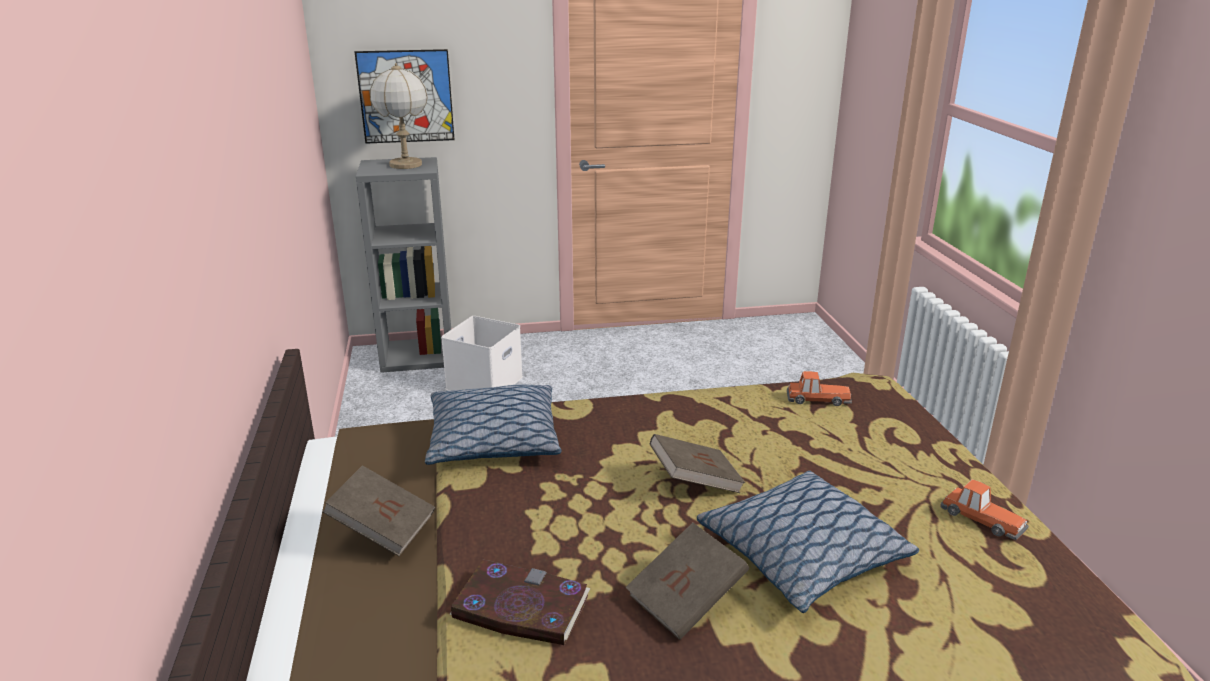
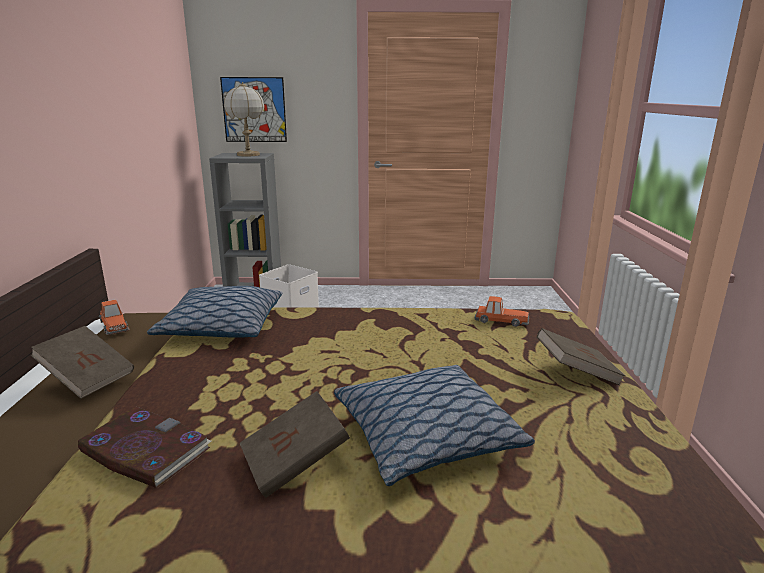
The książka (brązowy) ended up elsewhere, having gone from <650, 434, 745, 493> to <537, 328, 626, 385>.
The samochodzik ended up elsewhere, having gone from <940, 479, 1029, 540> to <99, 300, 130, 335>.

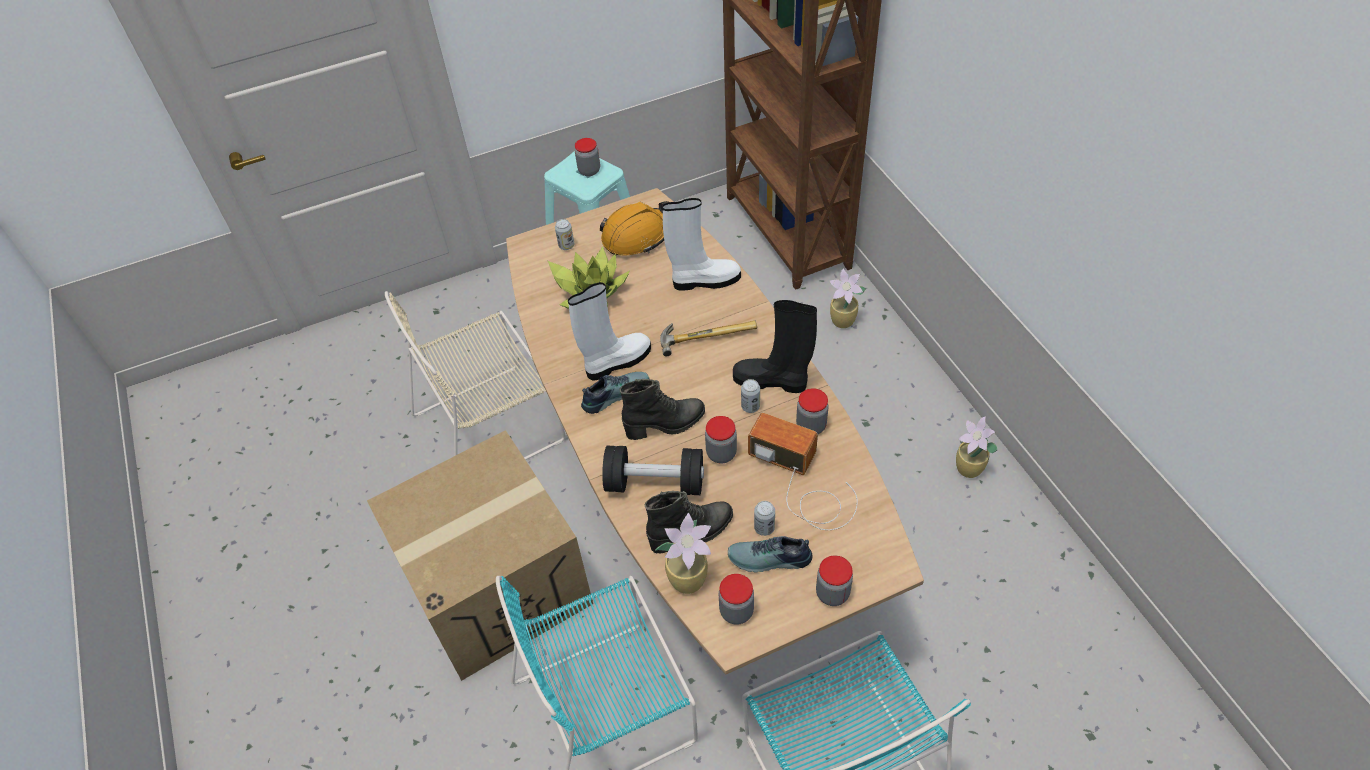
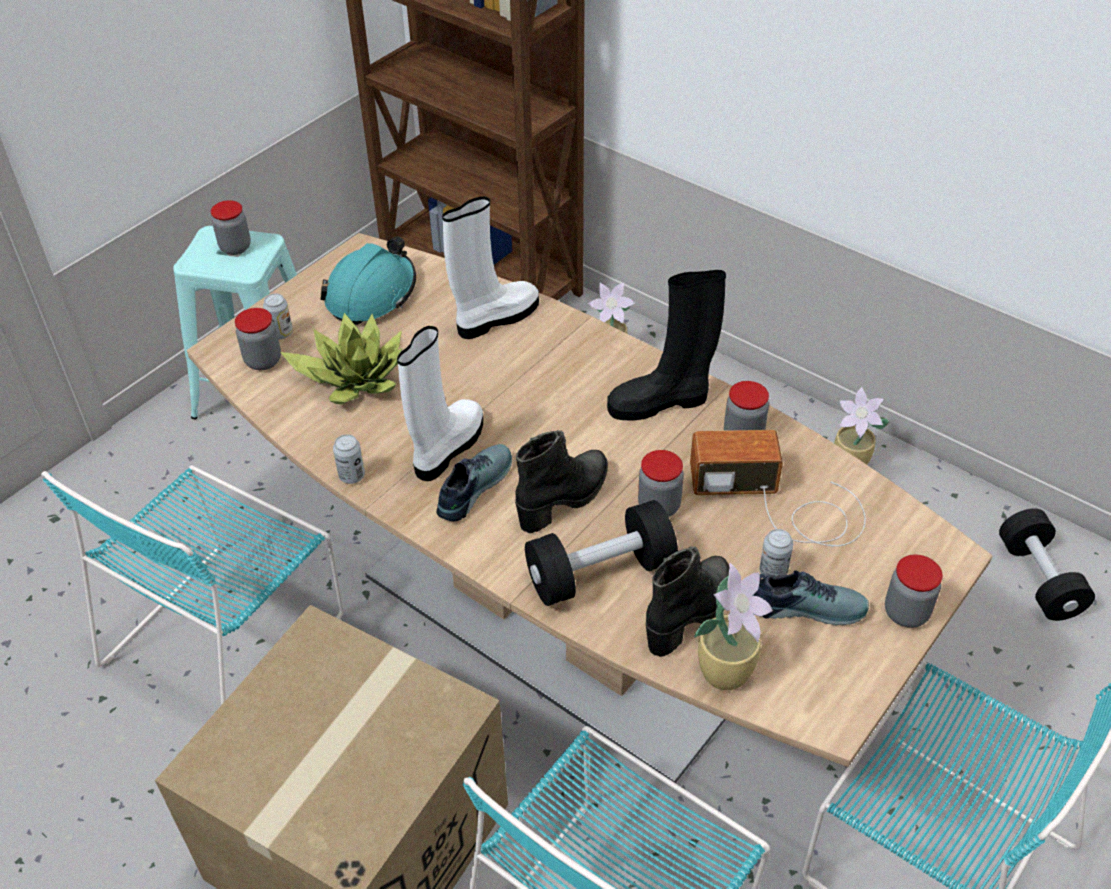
What was the krzesło (beżowy) at <385, 291, 566, 460> turned into the krzesło (turkusowy) at <41, 465, 344, 705>.
What was the kask (pomarańczowy) at <600, 201, 668, 255> turned into the kask (turkusowy) at <320, 237, 416, 325>.
The second view lost the młotek at <660, 320, 757, 356>.
The słoik ended up elsewhere, having gone from <719, 574, 754, 625> to <235, 308, 281, 370>.
The but at <728, 536, 812, 573> ended up facing another way, 150 degrees counterclockwise from before.
The puszka ended up elsewhere, having gone from <741, 379, 760, 413> to <333, 434, 365, 484>.
The second view gained the hantel (czarny) at <999, 508, 1095, 621>.

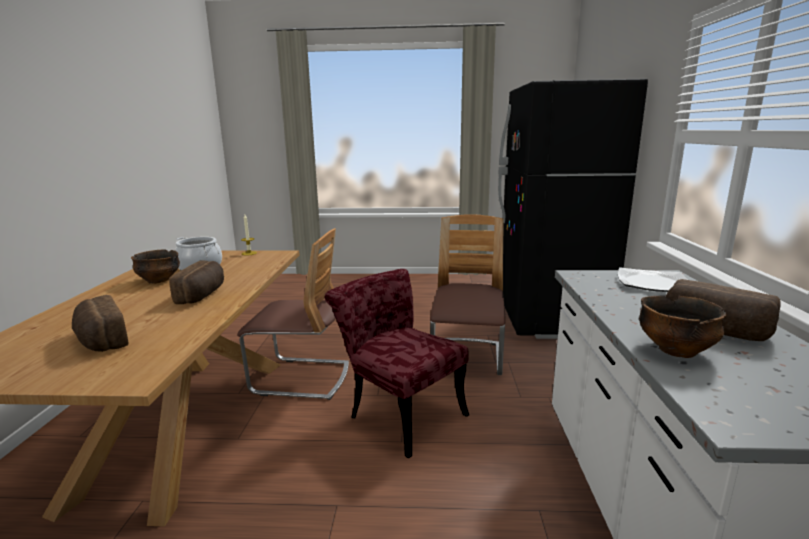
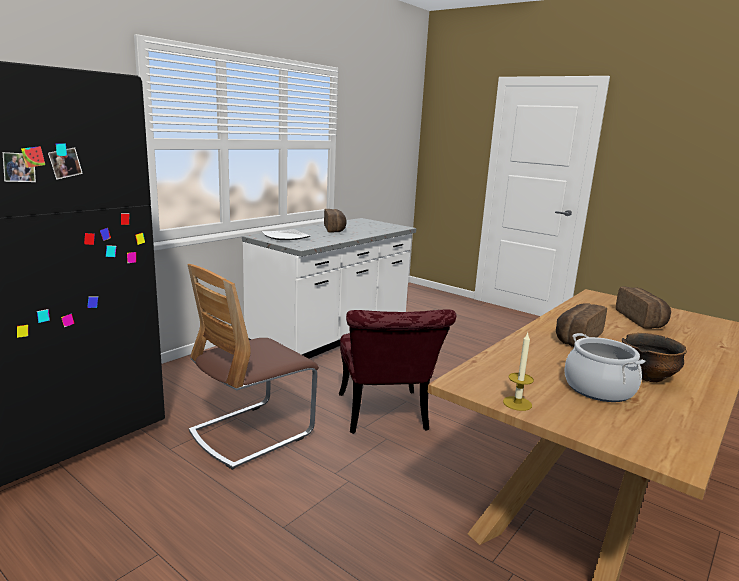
The second view lost the krzesło at <237, 228, 349, 400>.
The second view lost the miska at <639, 295, 727, 358>.

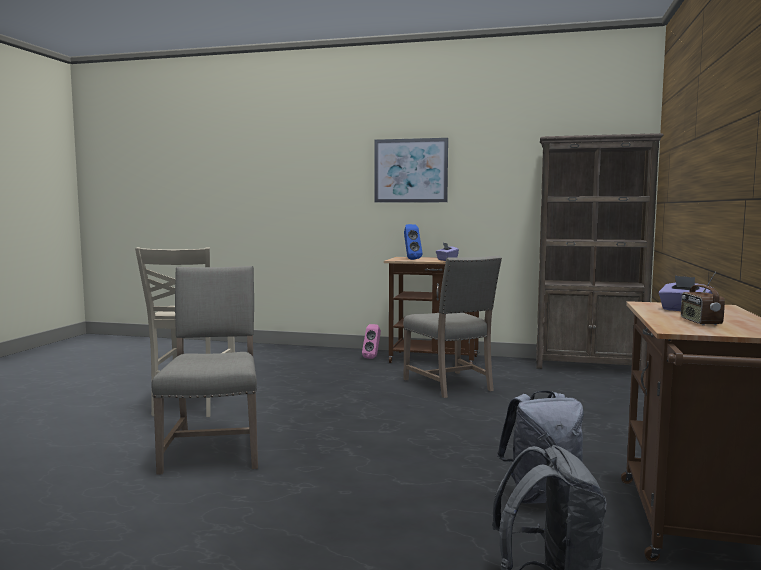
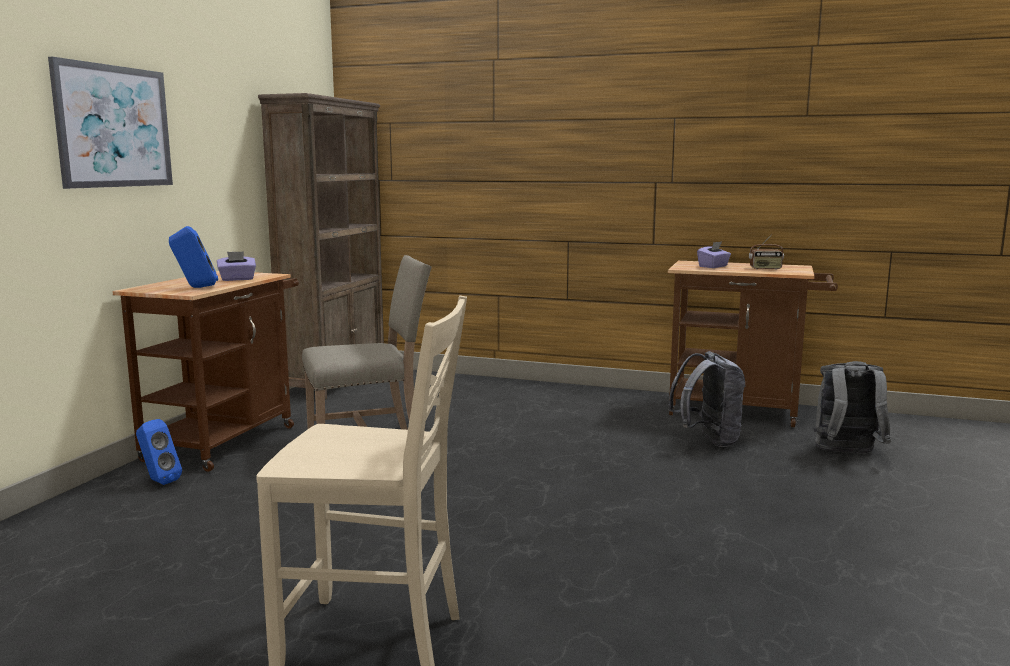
The second view lost the krzesło (beżowy) at <151, 266, 258, 475>.
What was the głośnik (różowy) at <362, 324, 381, 359> turned into the głośnik (niebieski) at <136, 419, 182, 485>.

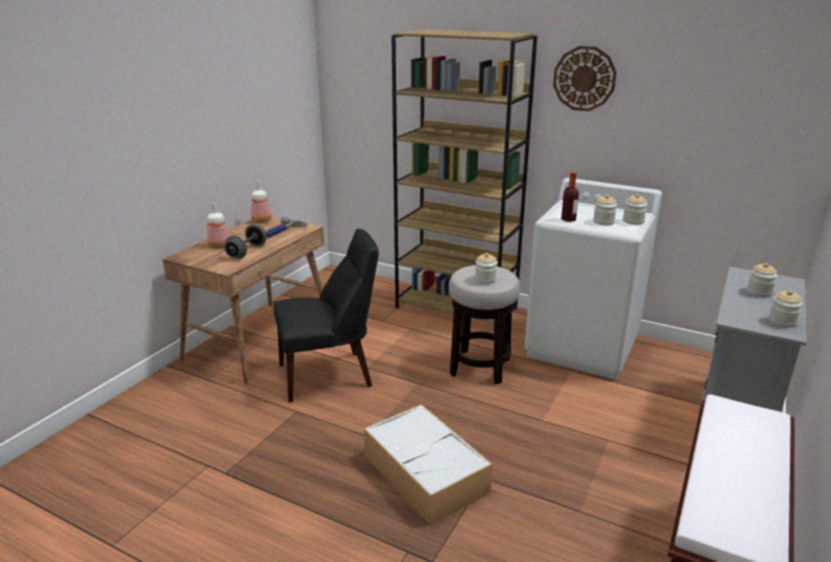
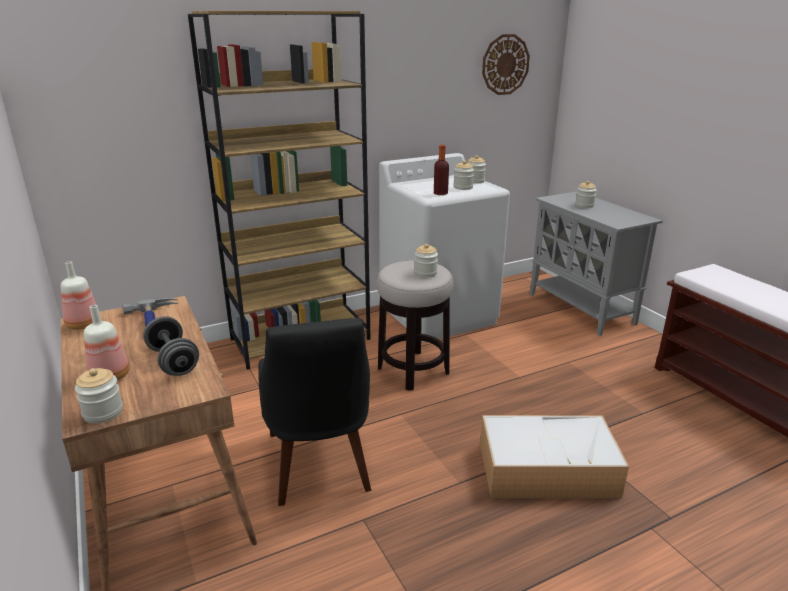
The krzesło (czarny) at <273, 229, 379, 403> ended up facing another way, 150 degrees clockwise from before.
The zegar ścienny ended up elsewhere, having gone from <553, 46, 617, 111> to <482, 34, 530, 95>.
The słoik ended up elsewhere, having gone from <768, 290, 803, 328> to <75, 368, 123, 423>.

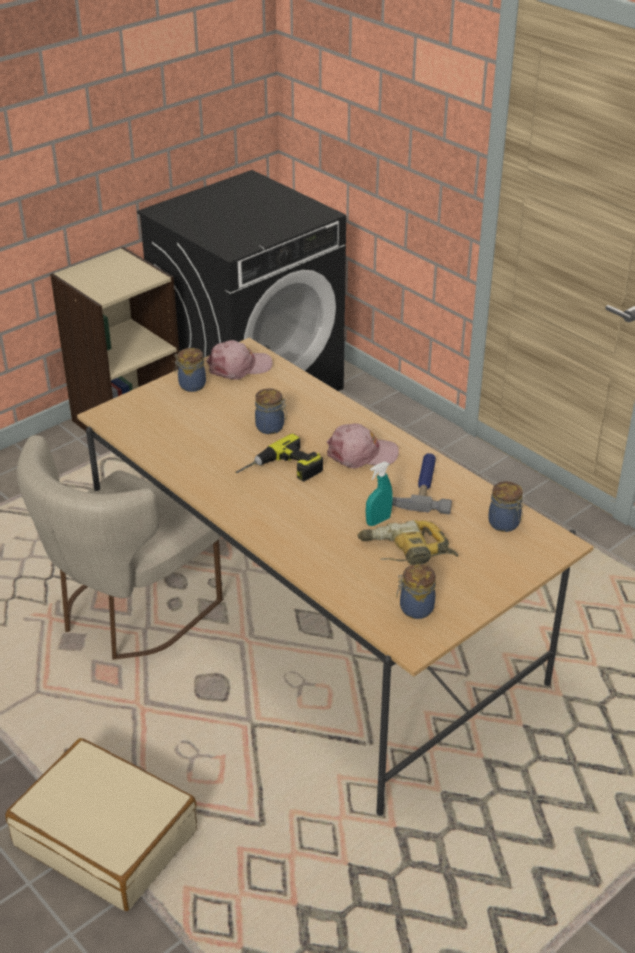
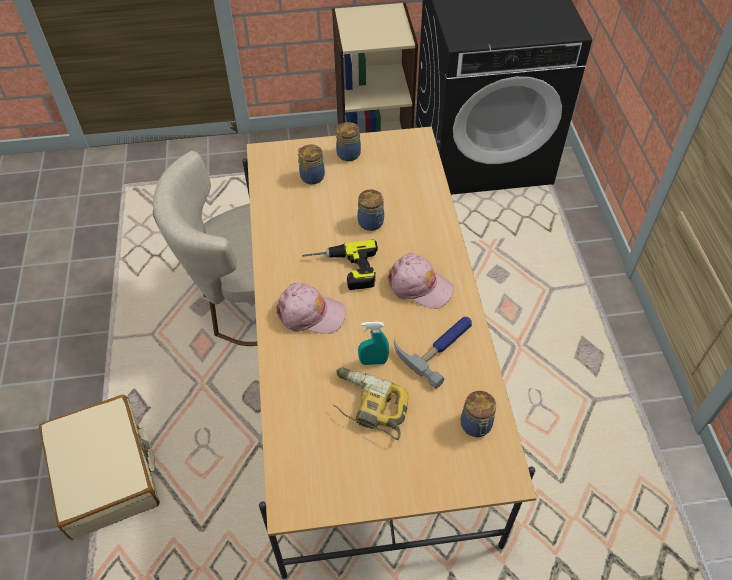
The czapka z daszkiem (różowy) ended up elsewhere, having gone from <206, 340, 273, 380> to <276, 283, 346, 334>.
The słoik ended up elsewhere, having gone from <397, 564, 436, 619> to <298, 145, 325, 184>.

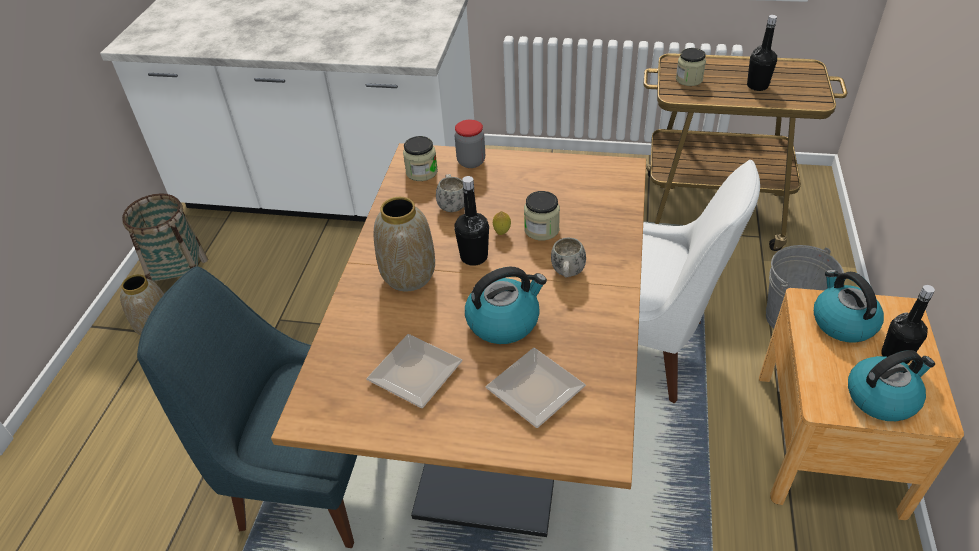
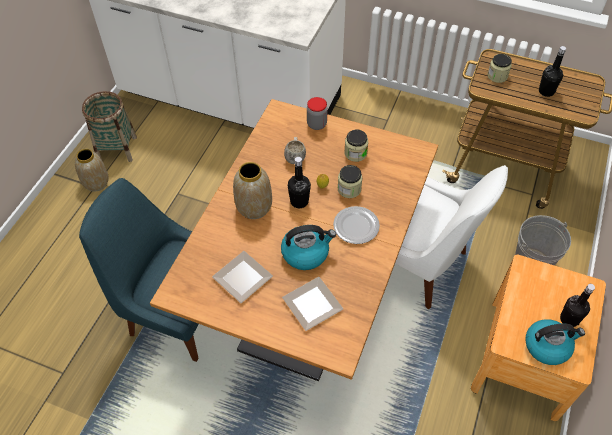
The słoik ended up elsewhere, having gone from <403, 136, 438, 181> to <344, 130, 368, 162>.
Where the kubek (biały) stood at <551, 238, 586, 277>, the talerz came to stand at <333, 206, 380, 244>.
The second view lost the czajnik at <814, 270, 884, 343>.

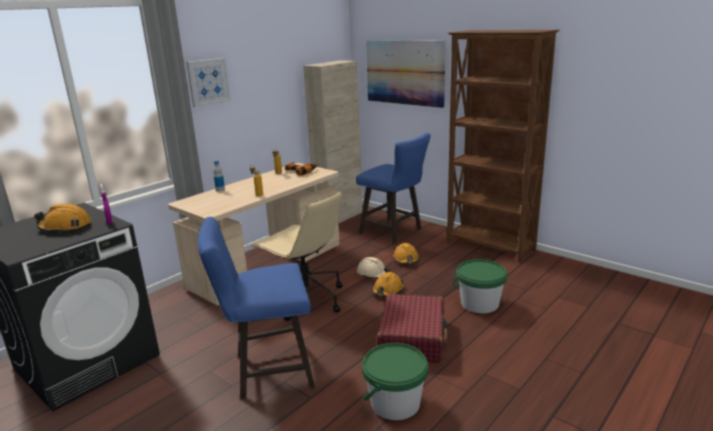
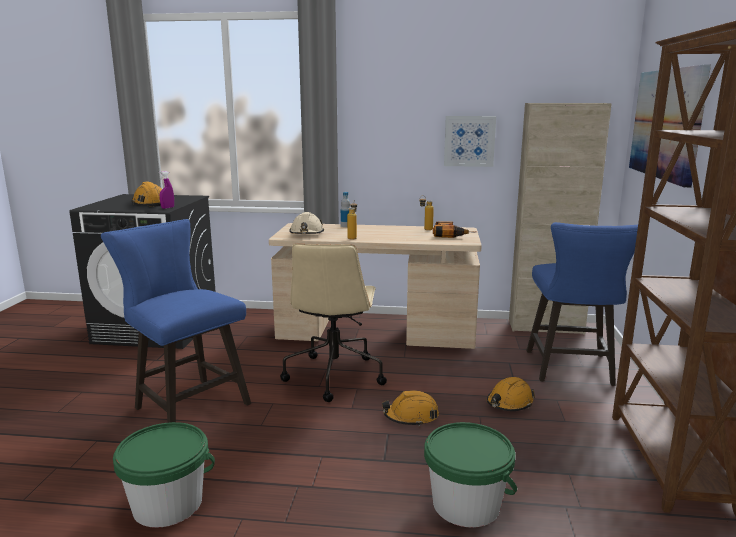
The obraz ended up elsewhere, having gone from <186, 58, 231, 107> to <444, 116, 496, 167>.
The kask (beżowy) ended up elsewhere, having gone from <357, 257, 390, 278> to <289, 212, 324, 234>.
The second view lost the walizka (czerwony) at <377, 294, 448, 363>.

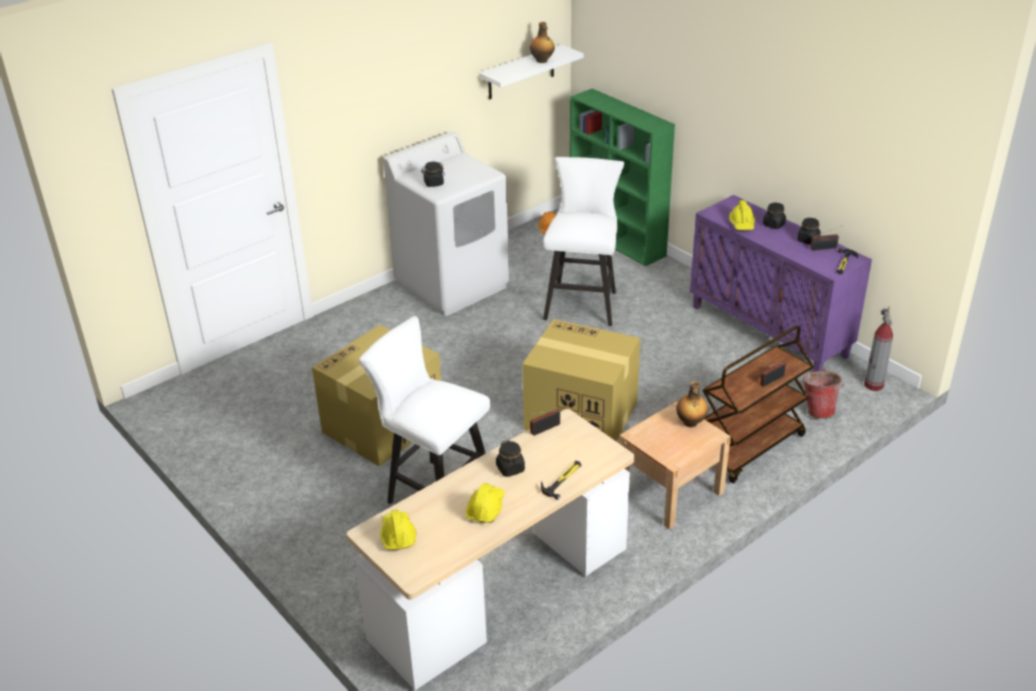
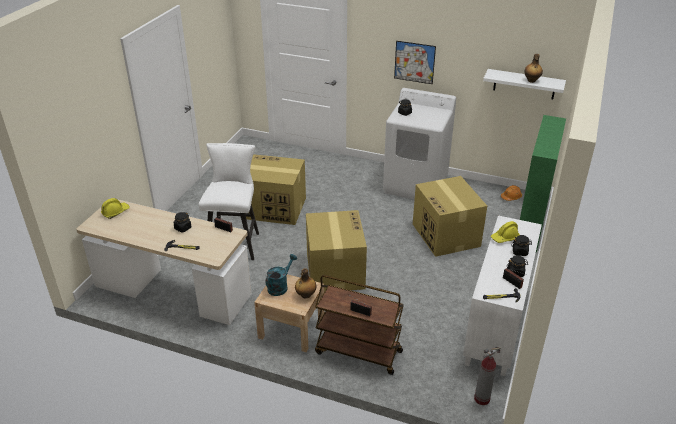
The second view lost the kask (żółty) at <466, 483, 504, 523>.
Where the stołek (biały) stood at <543, 157, 624, 326>, the karton came to stand at <413, 176, 487, 257>.
What was the szafka (fioletowy) at <690, 195, 872, 372> turned into the szafka (biały) at <463, 215, 542, 376>.
The second view lost the wiadro at <803, 368, 844, 419>.
The second view gained the konewka (turkusowy) at <266, 254, 297, 296>.
The second view gained the obraz at <394, 41, 436, 84>.

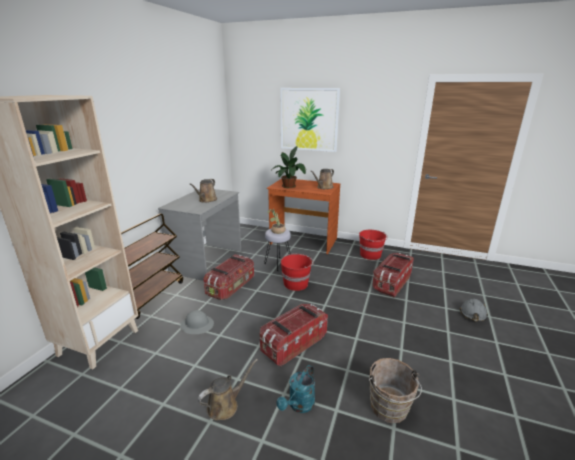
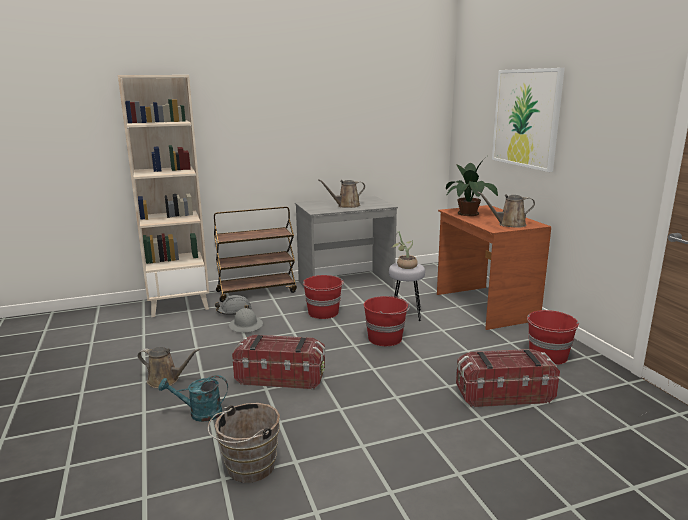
Where the pojemnik do przechowywania stood at <203, 254, 254, 300>, the wiadro (czerwony) came to stand at <303, 275, 344, 319>.
The kask (szary) ended up elsewhere, having gone from <460, 299, 488, 322> to <215, 295, 252, 315>.

